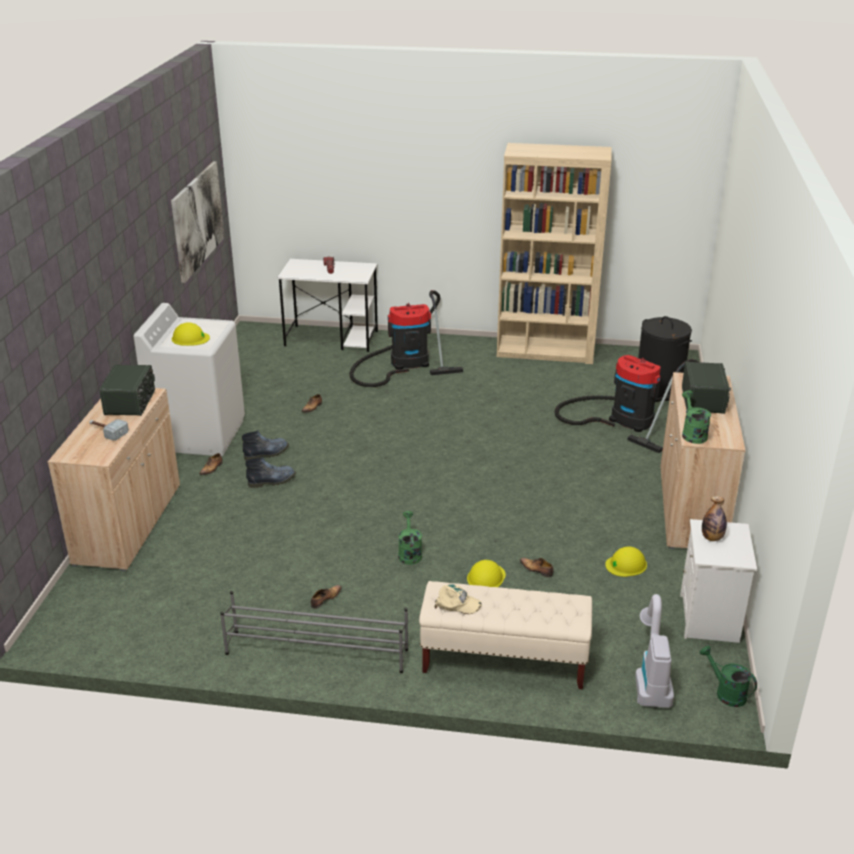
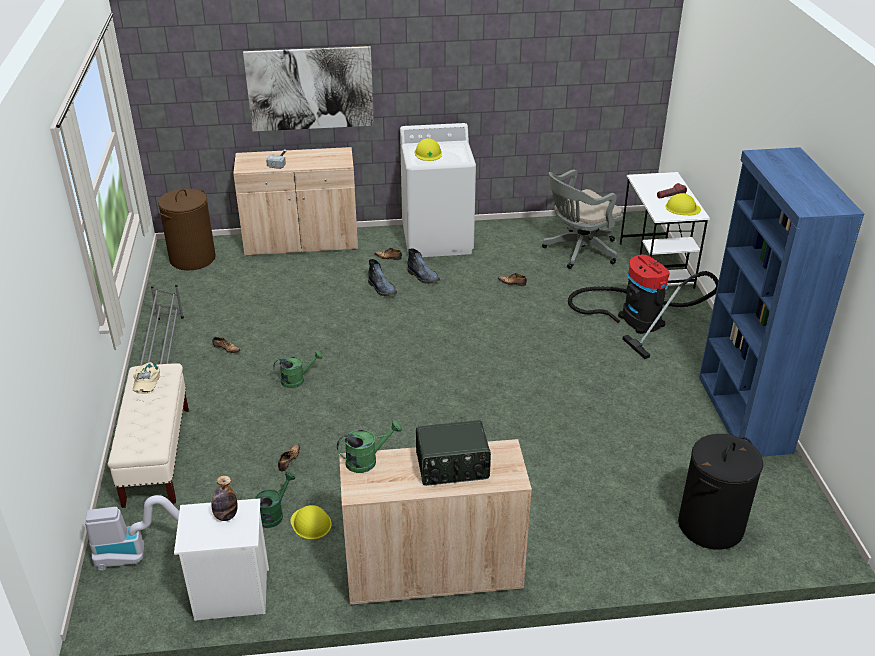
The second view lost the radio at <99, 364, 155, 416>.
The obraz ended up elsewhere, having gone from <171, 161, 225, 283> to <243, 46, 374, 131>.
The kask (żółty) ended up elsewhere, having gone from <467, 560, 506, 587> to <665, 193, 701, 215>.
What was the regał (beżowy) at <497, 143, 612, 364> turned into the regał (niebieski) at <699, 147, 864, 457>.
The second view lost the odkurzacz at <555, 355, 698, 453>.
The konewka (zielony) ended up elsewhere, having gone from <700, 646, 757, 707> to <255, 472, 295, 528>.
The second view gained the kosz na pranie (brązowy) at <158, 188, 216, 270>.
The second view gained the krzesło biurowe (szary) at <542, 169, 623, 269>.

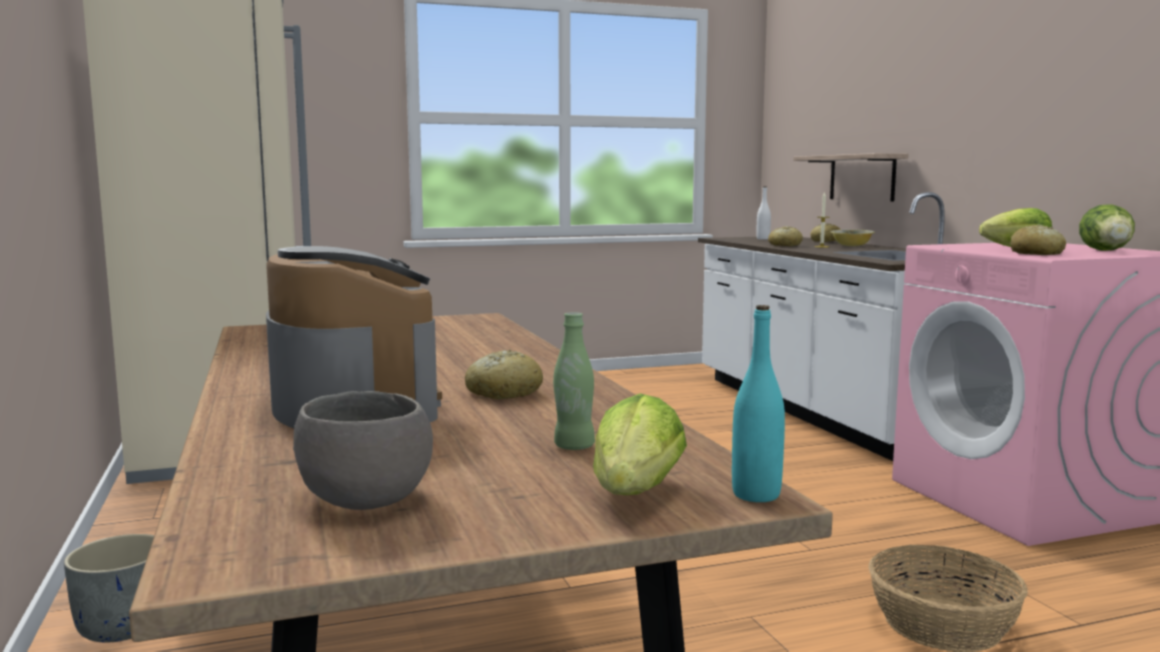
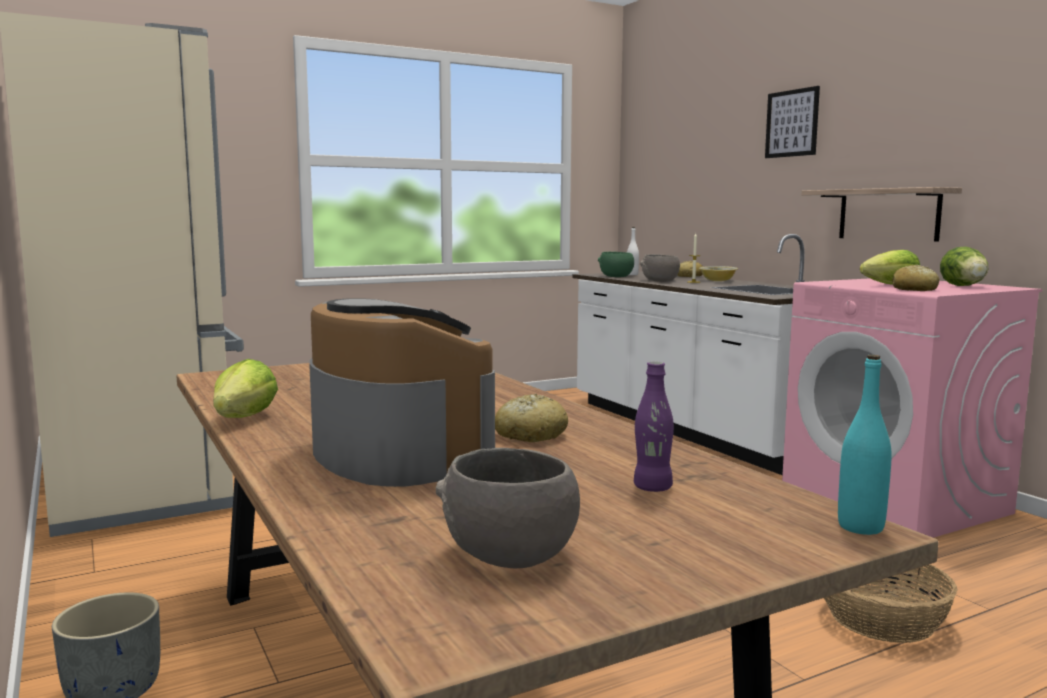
What was the butelka (zielony) at <553, 312, 595, 450> turned into the butelka (fioletowy) at <634, 362, 674, 492>.
The sałata ended up elsewhere, having gone from <593, 393, 687, 495> to <213, 359, 278, 418>.
Where the chleb stood at <768, 226, 803, 246>, the miska (szary) came to stand at <640, 254, 680, 282>.
The półka ended up elsewhere, having gone from <794, 153, 908, 201> to <802, 187, 962, 242>.
The second view gained the miska (zielony) at <598, 252, 634, 277>.
The second view gained the obraz at <765, 86, 820, 158>.

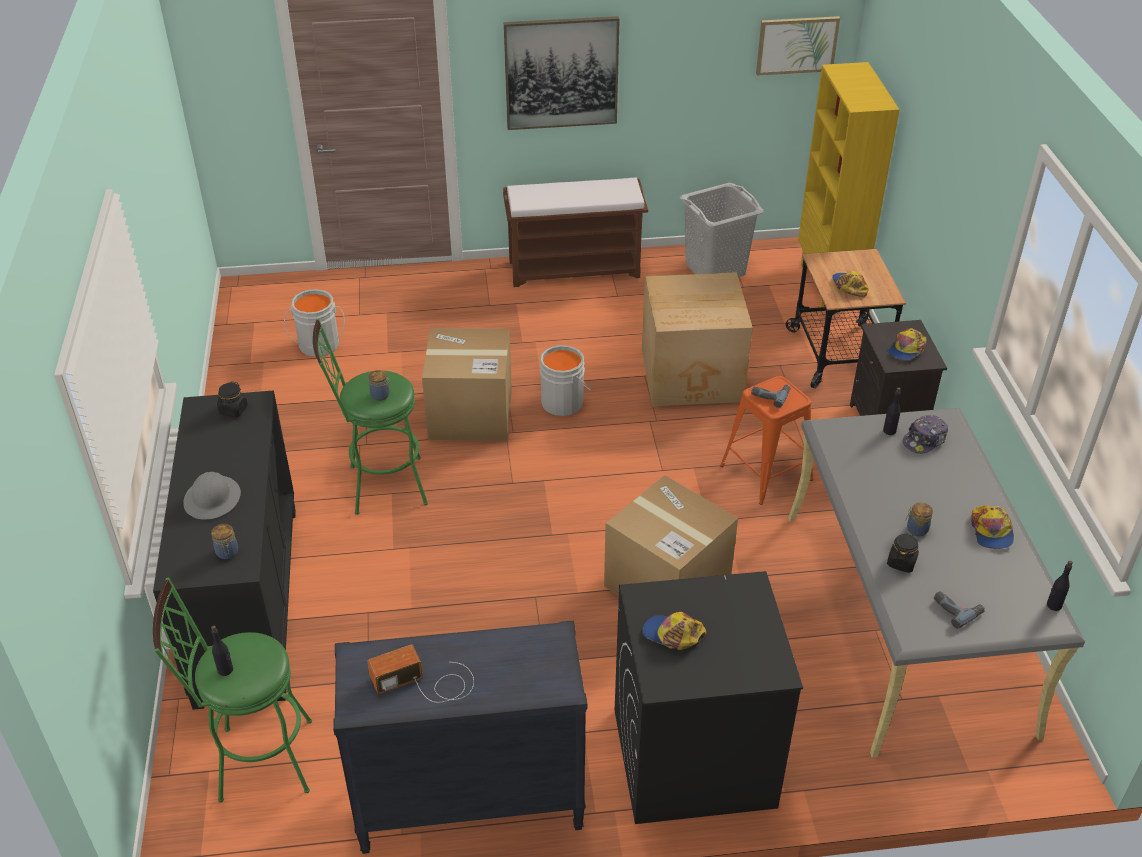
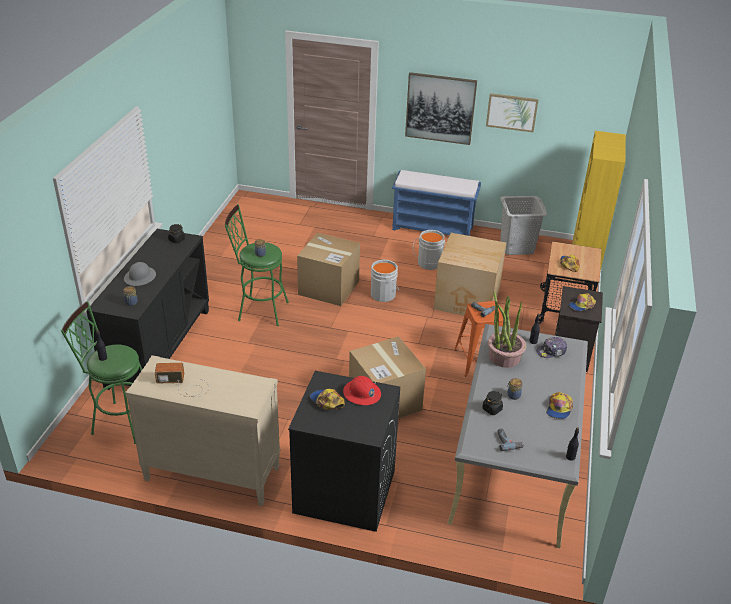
The wiadro (szary) ended up elsewhere, having gone from <284, 289, 345, 357> to <413, 230, 445, 270>.
What was the komoda (czarny) at <333, 621, 587, 854> turned into the komoda (beżowy) at <125, 355, 281, 506>.
What was the ławka (brązowy) at <503, 177, 648, 287> turned into the ławka (niebieski) at <392, 170, 481, 236>.
The obraz ended up elsewhere, having gone from <756, 16, 840, 76> to <486, 93, 539, 132>.
The second view gained the kask (czerwony) at <343, 376, 381, 405>.
The second view gained the roślina doniczkowa at <488, 292, 526, 368>.

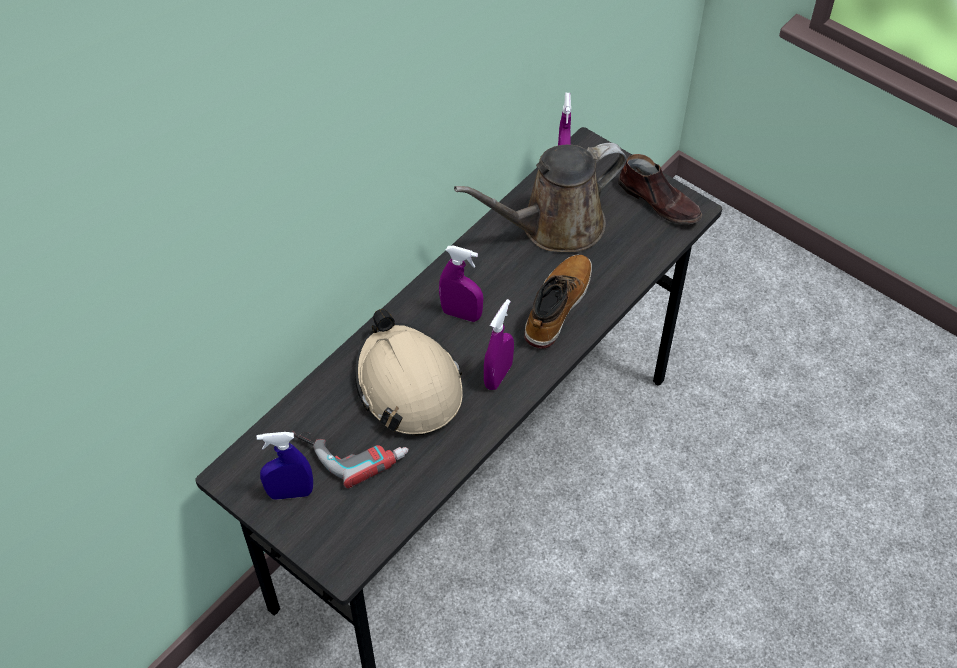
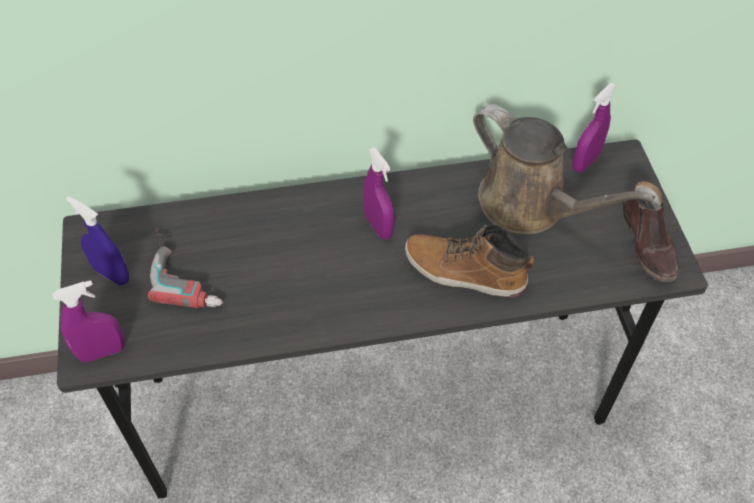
The second view lost the kask (beżowy) at <355, 309, 463, 435>.
The konewka (brązowy) at <454, 143, 627, 252> ended up facing another way, 150 degrees counterclockwise from before.
The spryskiwacz (fioletowy) ended up elsewhere, having gone from <484, 299, 514, 390> to <53, 280, 125, 363>.
The but z cholewką at <524, 255, 592, 349> ended up facing another way, 135 degrees counterclockwise from before.

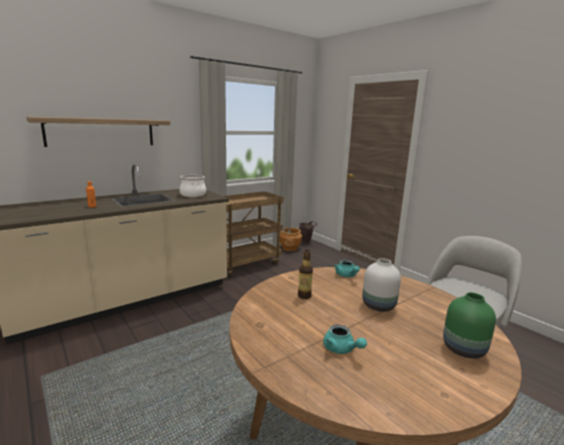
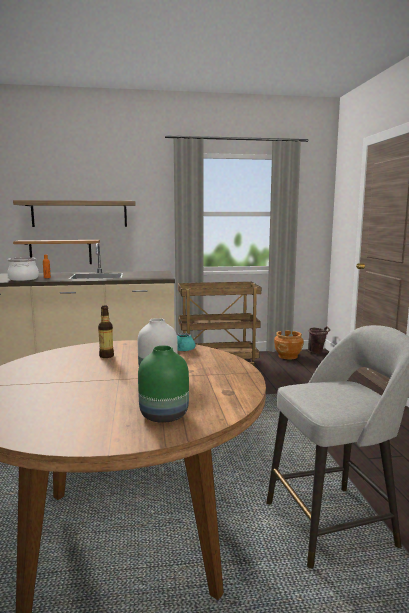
The garnek ended up elsewhere, having gone from <180, 175, 206, 197> to <7, 257, 39, 281>.
The second view lost the imbryk (turkusowy) at <323, 325, 367, 354>.
The second view gained the półka at <13, 240, 100, 264>.

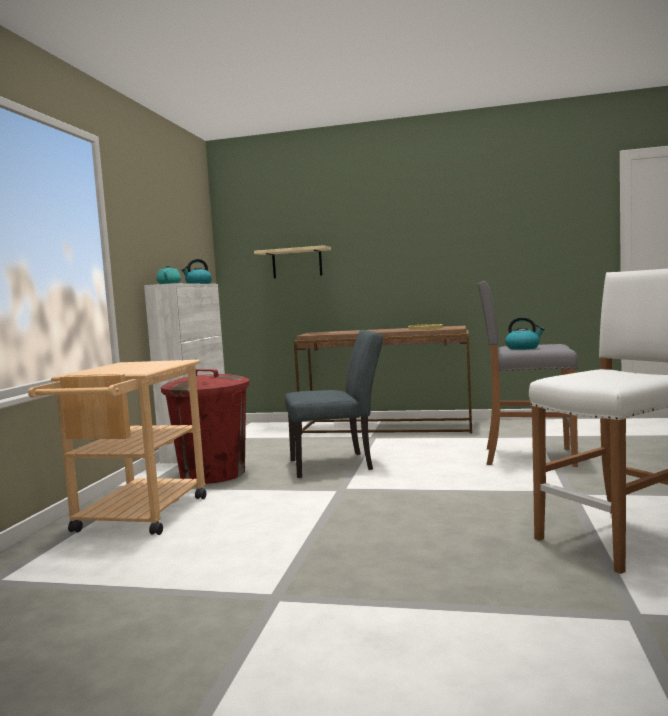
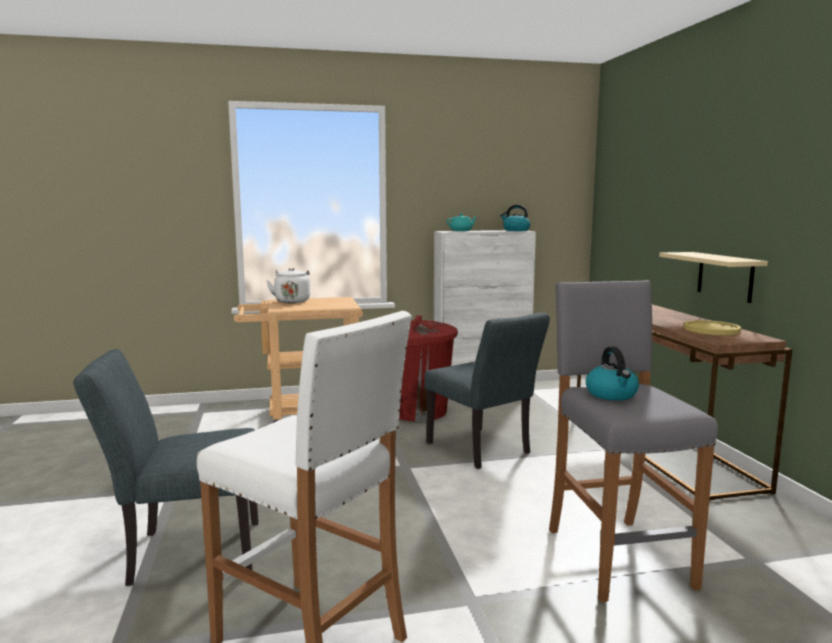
The półka (beżowy) ended up elsewhere, having gone from <254, 245, 331, 279> to <659, 252, 768, 303>.
The second view gained the krzesło (szary) at <73, 349, 259, 586>.
The second view gained the czajnik (biały) at <266, 268, 310, 303>.

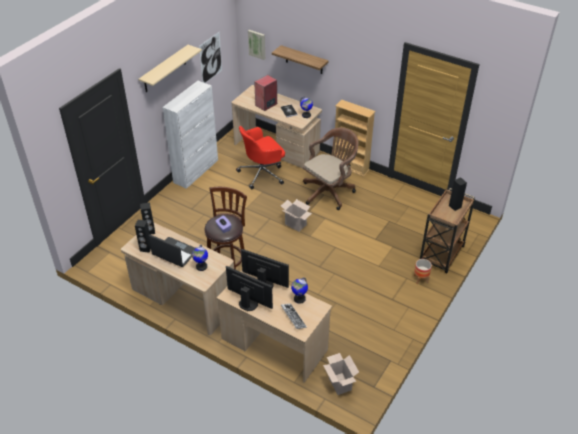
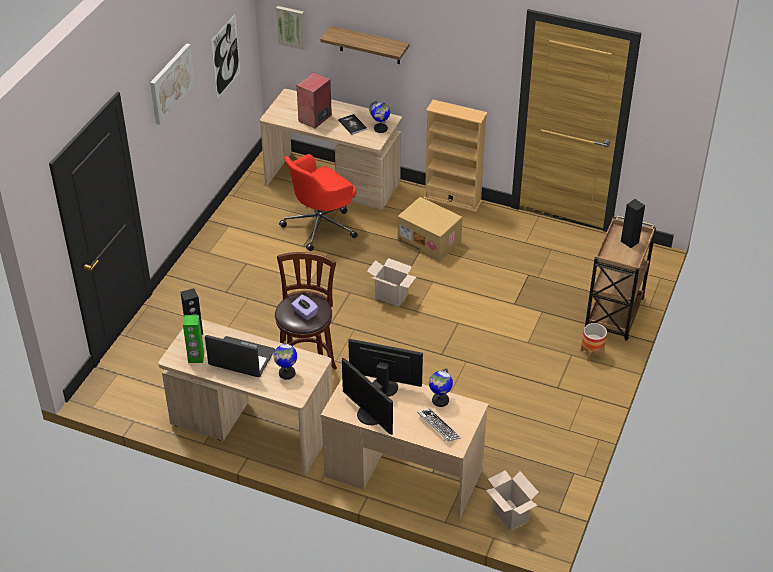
What was the głośnik (czarny) at <135, 220, 151, 253> turned into the głośnik (zielony) at <183, 315, 204, 363>.
Where the półka (beżowy) hung at <139, 45, 202, 92>, the obraz came to hang at <150, 43, 195, 125>.
The second view lost the szafka (biały) at <162, 81, 218, 189>.
The monitor at <226, 266, 273, 311> ended up facing another way, 150 degrees counterclockwise from before.
Where the krzesło biurowe (brązowy) stood at <303, 128, 358, 210>, the karton came to stand at <398, 197, 462, 262>.

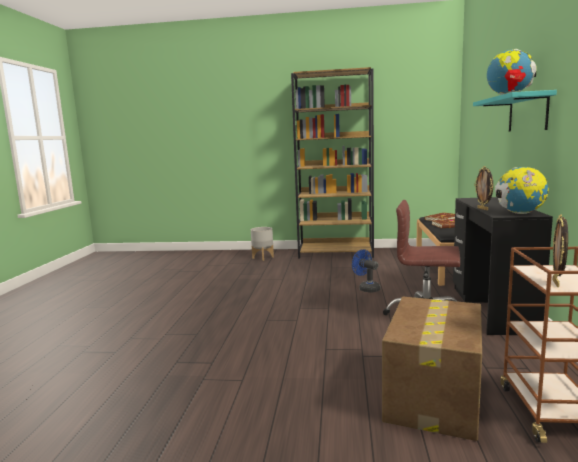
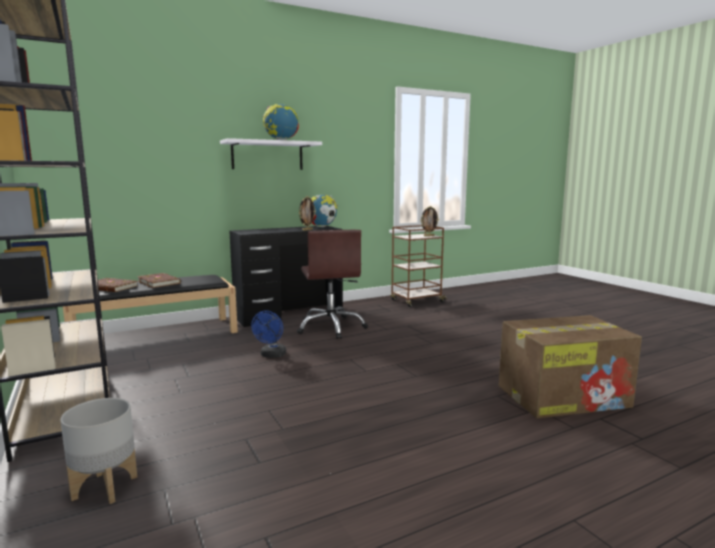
The karton ended up elsewhere, having gone from <382, 297, 482, 441> to <499, 315, 642, 418>.
What was the półka (turkusowy) at <473, 90, 557, 131> turned into the półka (biały) at <220, 138, 322, 170>.

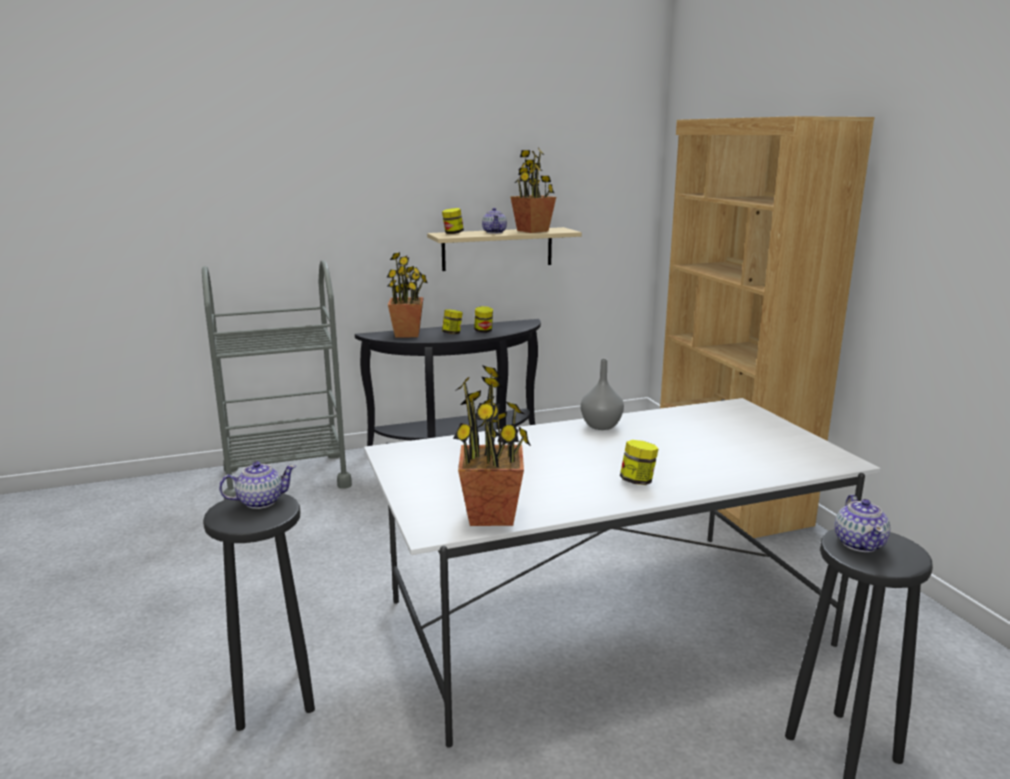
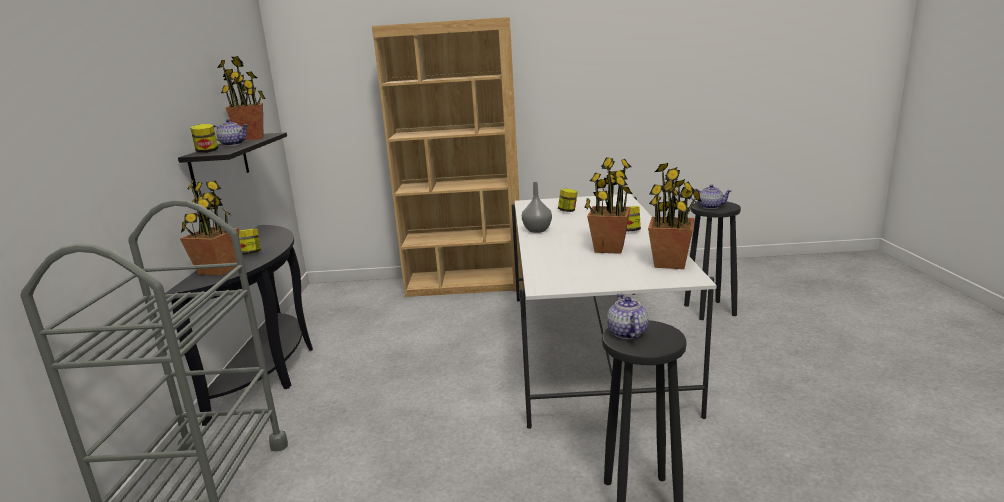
What was the półka (beżowy) at <427, 227, 582, 271> turned into the półka (czarny) at <178, 132, 287, 197>.
The słoik ended up elsewhere, having gone from <474, 306, 493, 333> to <558, 189, 578, 212>.
The second view gained the roślina doniczkowa at <584, 157, 633, 254>.

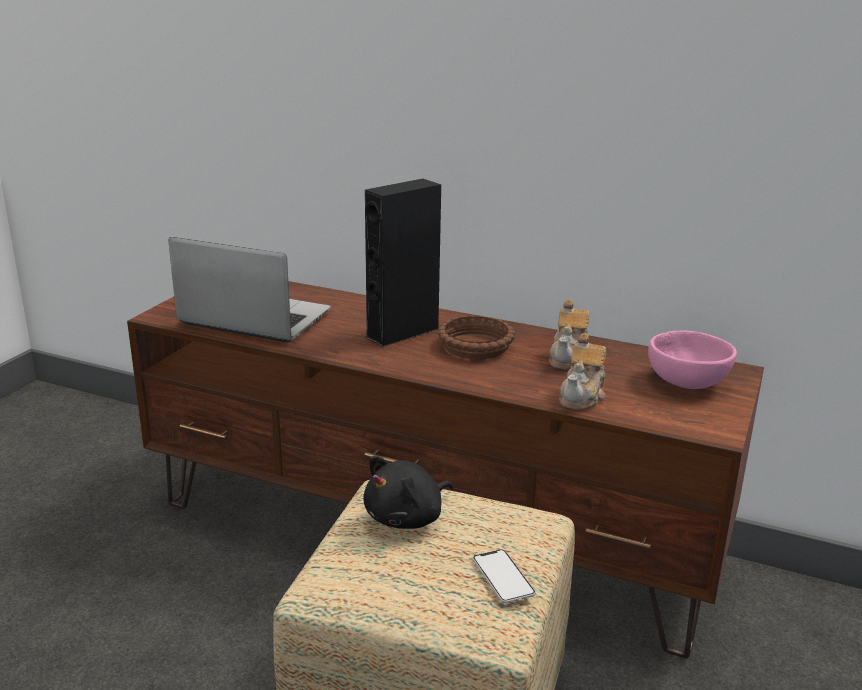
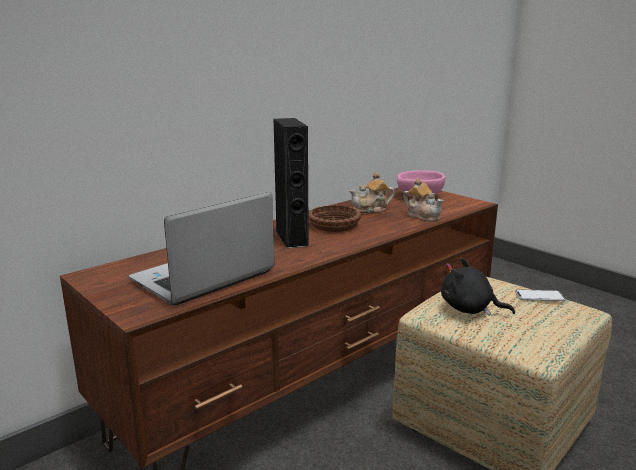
The pluszak (czarny) at <363, 456, 453, 529> ended up facing another way, 135 degrees clockwise from before.
The imbryk at <549, 299, 589, 370> ended up facing another way, 120 degrees clockwise from before.

